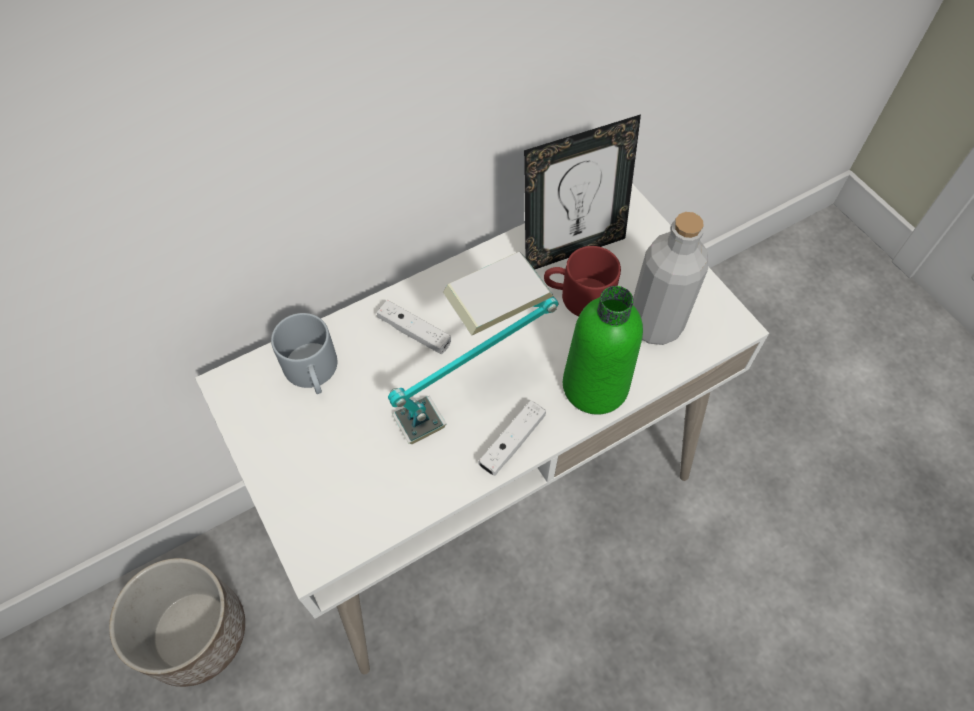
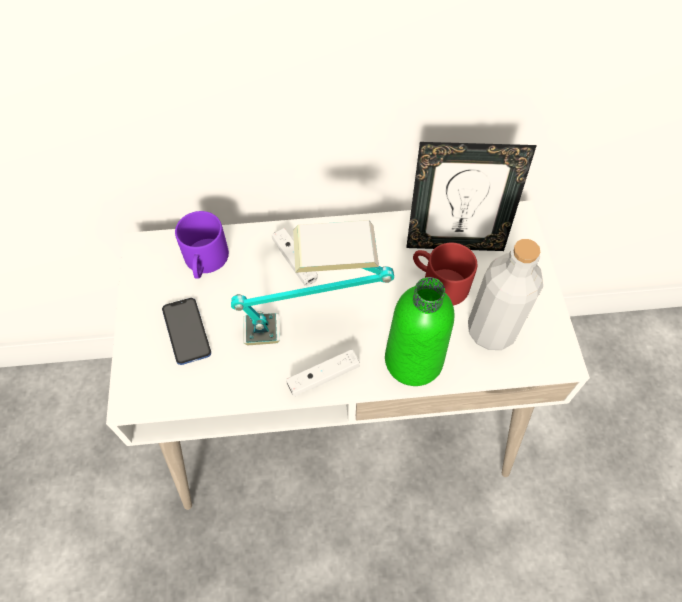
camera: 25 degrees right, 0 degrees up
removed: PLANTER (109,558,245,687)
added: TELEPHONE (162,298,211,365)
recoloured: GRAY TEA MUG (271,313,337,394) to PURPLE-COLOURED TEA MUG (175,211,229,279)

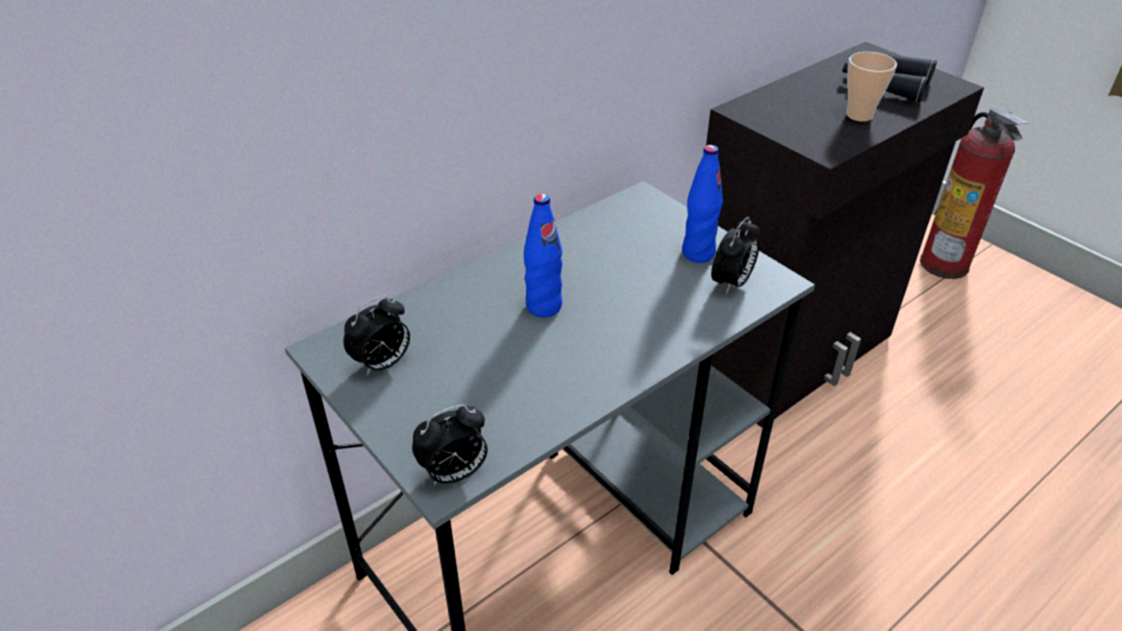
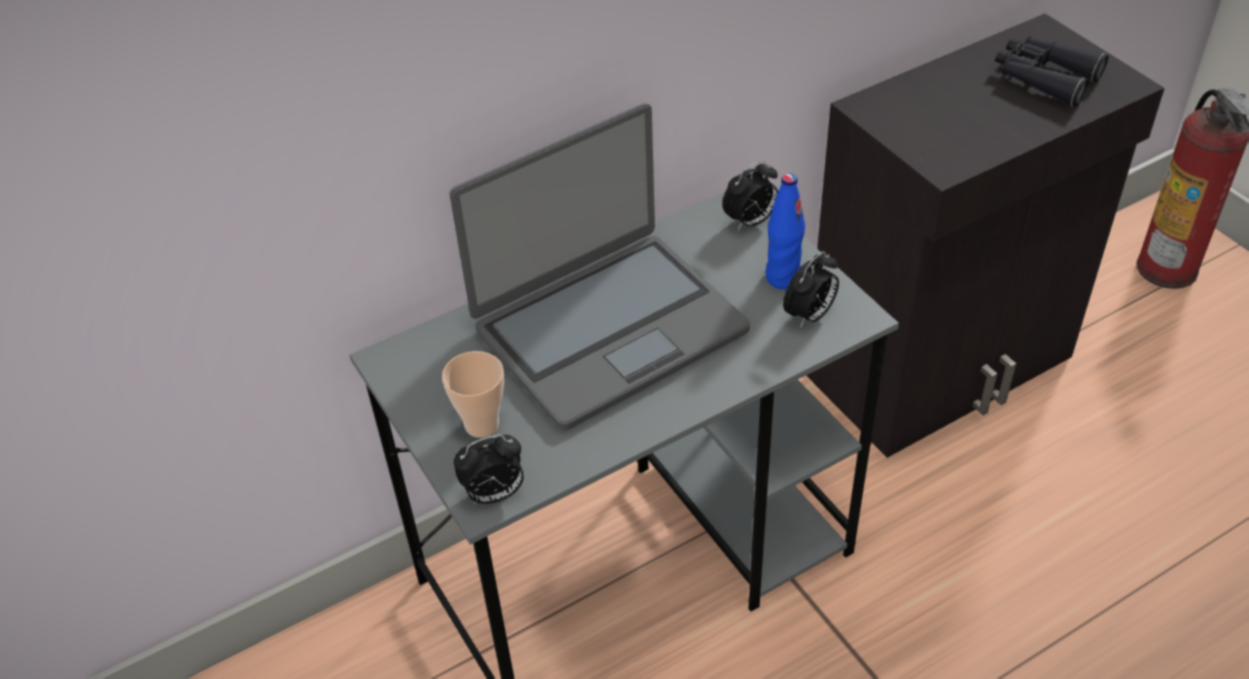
camera: 10 degrees right, 5 degrees up
moved: BEDSIDE CLOCK (343,295,410,375) to (722,161,778,231); SMALL CUP (847,52,897,122) to (442,351,504,438)
replaced: BLUE BEVERAGE BOTTLE (524,194,562,318) to NOTEBOOK COMPUTER (450,103,750,430)

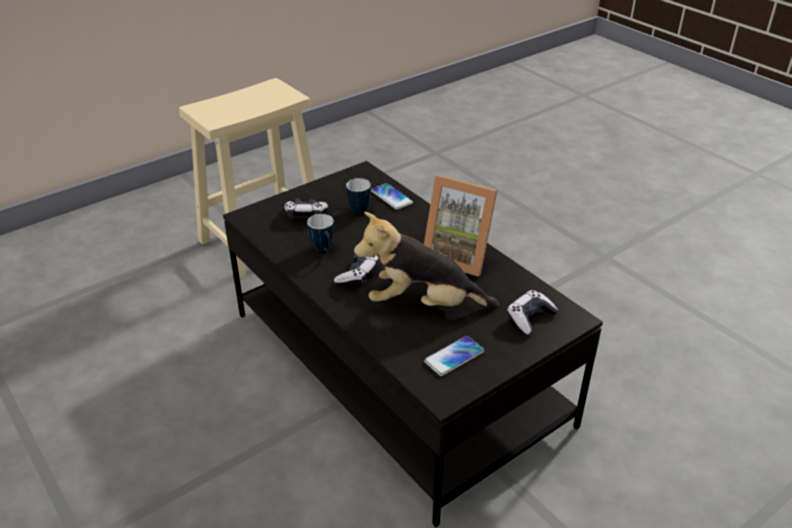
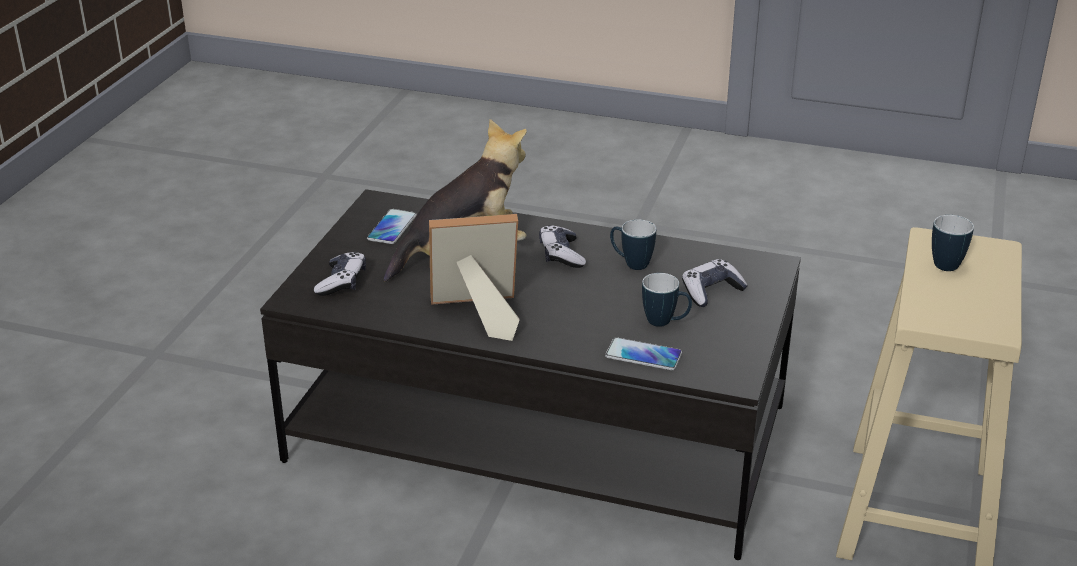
camera: 145 degrees right, 5 degrees down
added: TEA MUG (932,215,974,271)

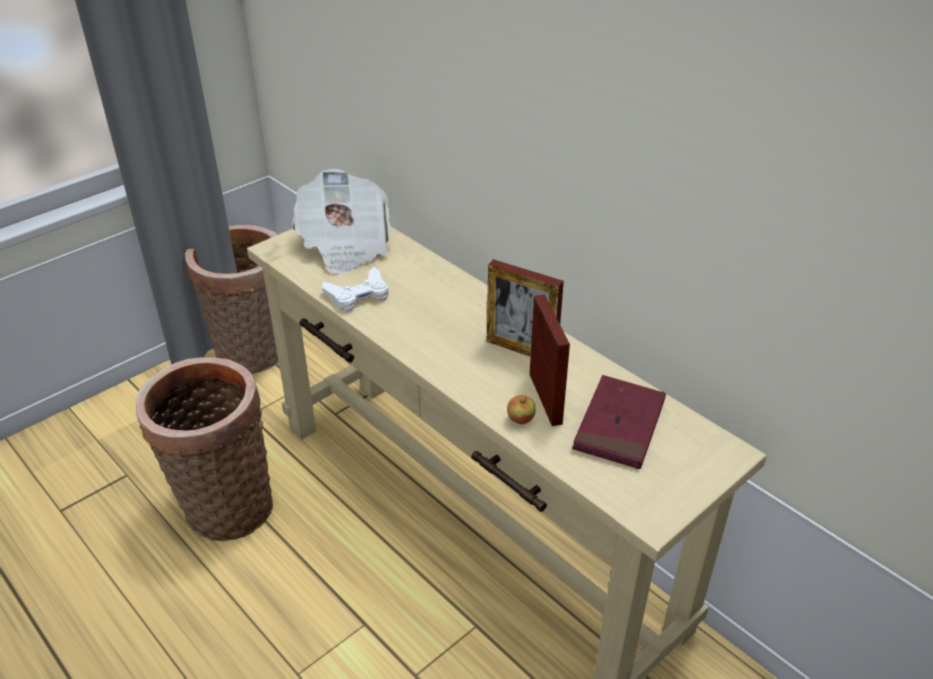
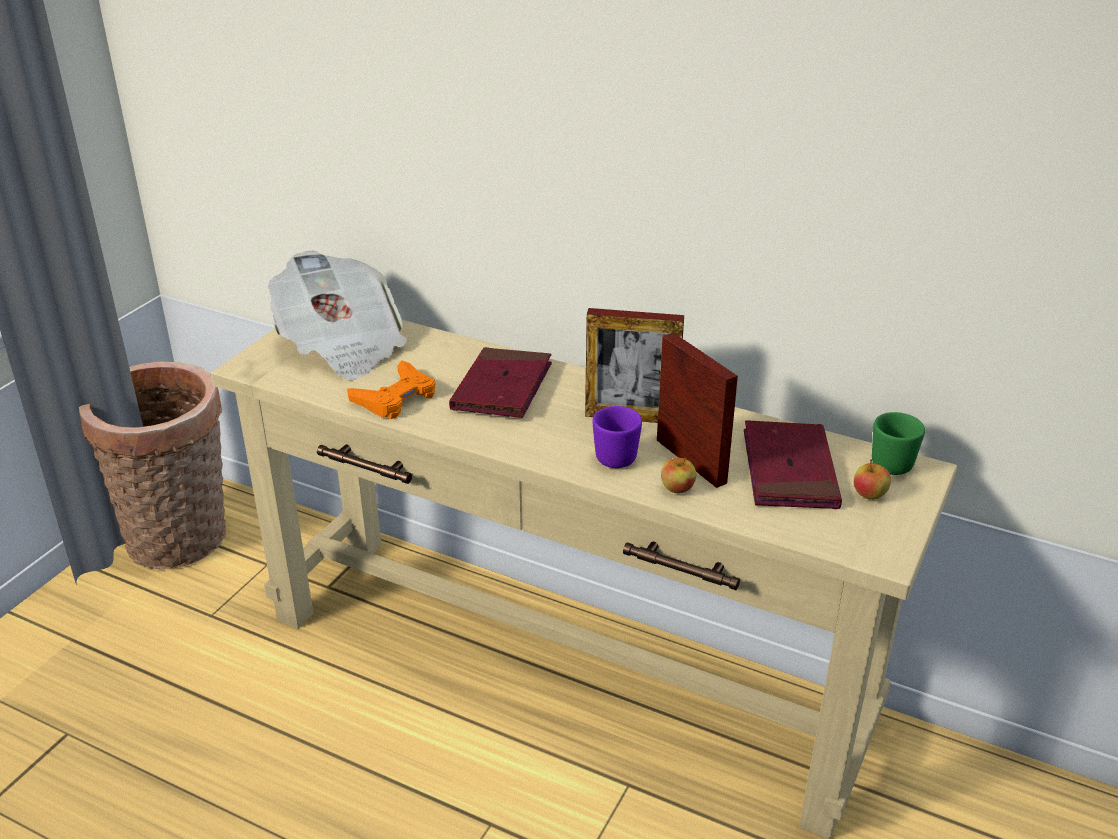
camera: 20 degrees left, 5 degrees down
removed: STORAGE BASKET (136,357,273,542)
added: RED-COLOURED BOUND BOOK (449,347,552,418); PURPLE-COLOURED TEA MUG (592,406,642,468); WHOLE APPLE (854,459,891,500); GREEN-COLOURED TEA MUG (872,412,925,475)
recoloured: WHITE-COLOURED JOYPAD (322,267,388,312) to ORANGE-COLOURED JOYPAD (347,360,436,419)

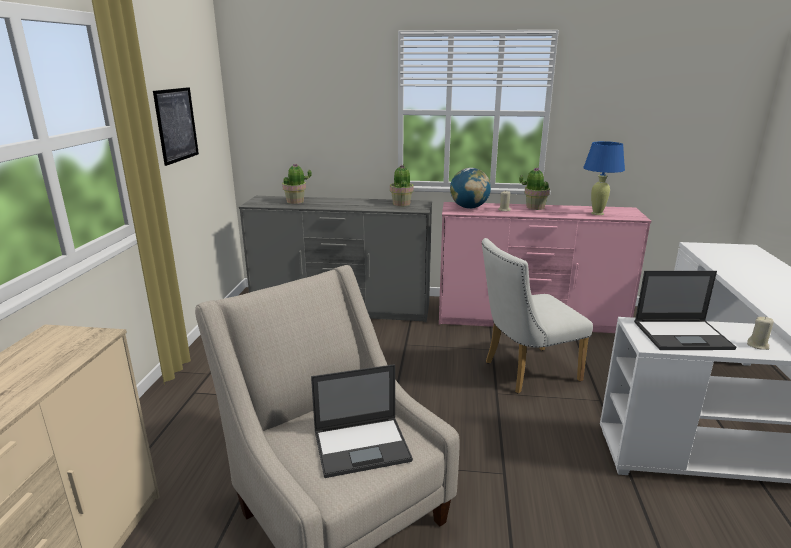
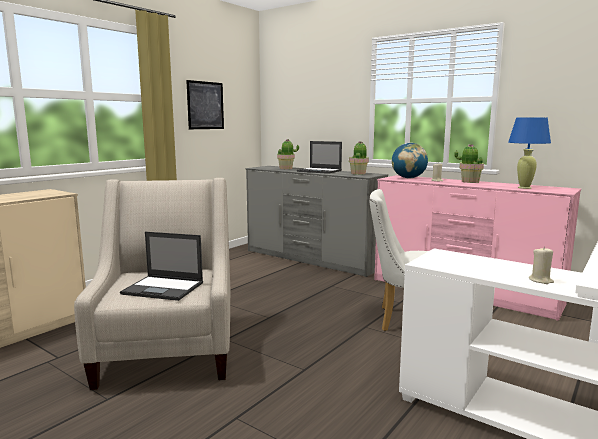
camera: 30 degrees right, 10 degrees down
moved: NOTEBOOK COMPUTER (634,271,736,350) to (297,141,342,174)

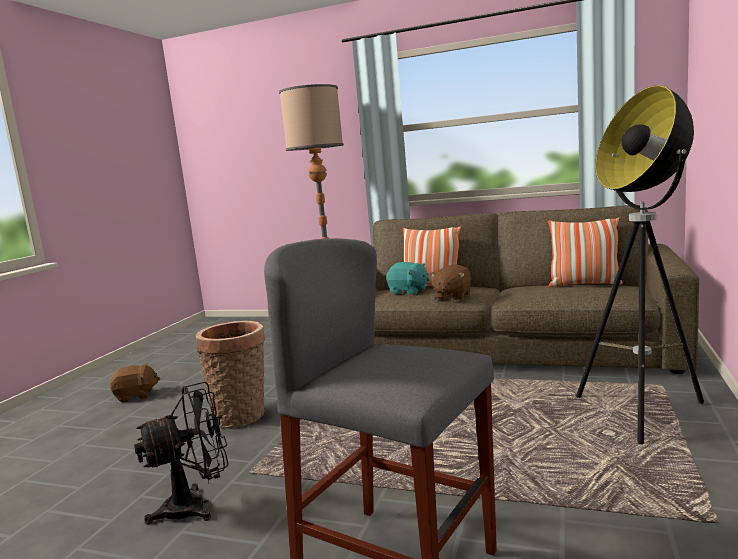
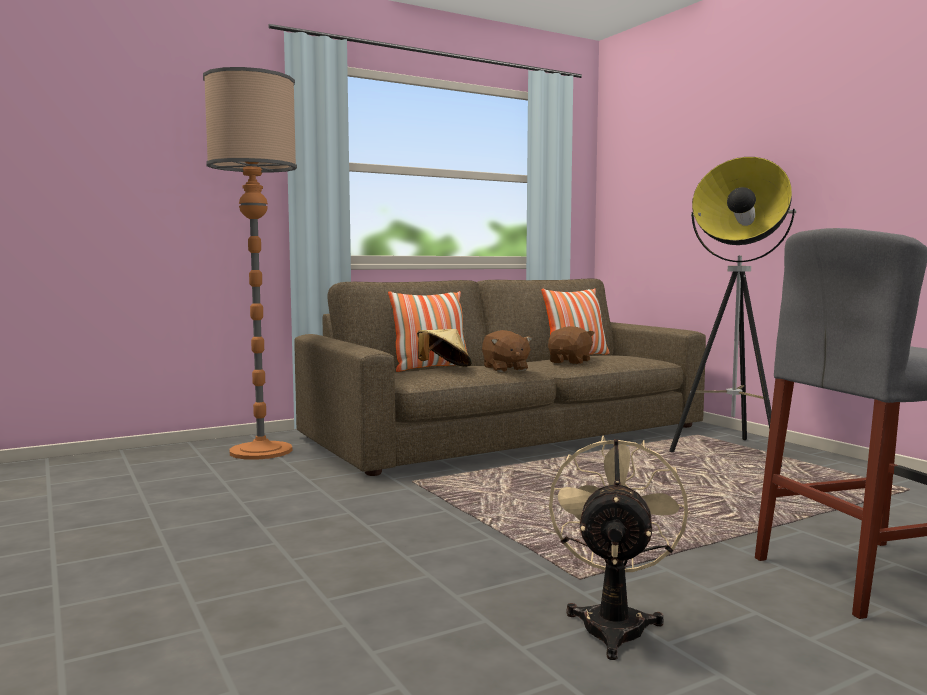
camera: 50 degrees left, 5 degrees down
removed: STORAGE BASKET (196,321,265,428)
moved: BROWN CUDDLY TOY (110,363,160,403) to (548,326,595,364)
replaced: BLUE-GREEN CUDDLY TOY (386,262,430,295) to SAND-COLOURED WEARABLE HAT (417,329,472,367)
recoloured: BLACKISH ELECTRIC FAN (134,382,228,525) to SAND-COLOURED ELECTRIC FAN (549,436,688,660)

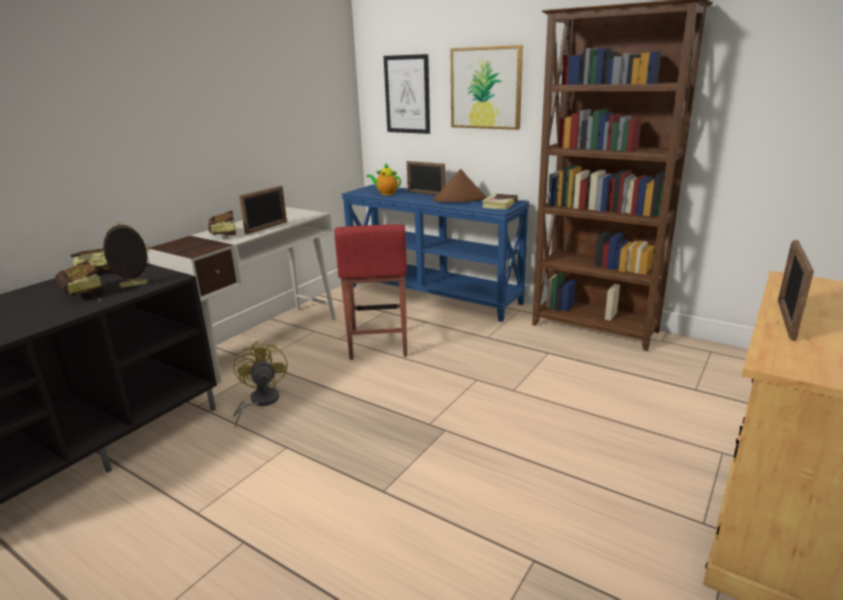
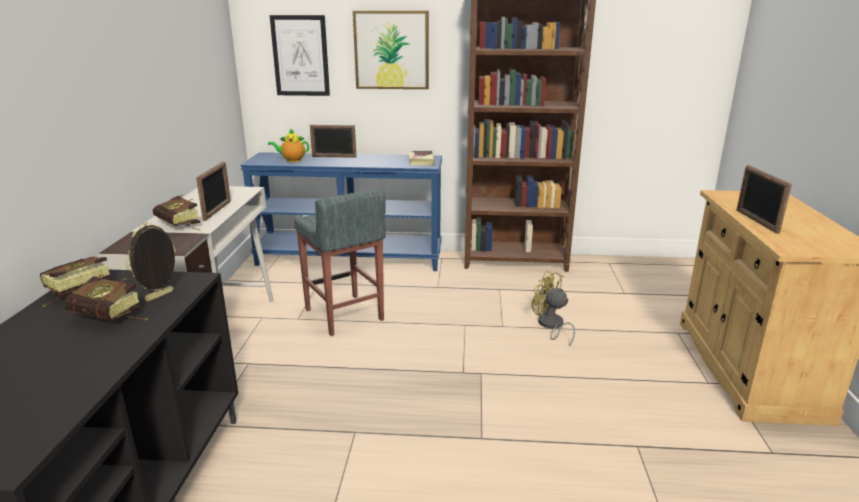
camera: 30 degrees left, 0 degrees up
removed: BROWN WEARABLE HAT (433,169,487,202)
moved: YELLOW-COLOURED ELECTRIC FAN (233,341,287,428) to (531,271,575,347)
recoloured: RED-COLOURED SITTING STOOL (334,224,407,360) to GRAY SITTING STOOL (294,189,386,336)

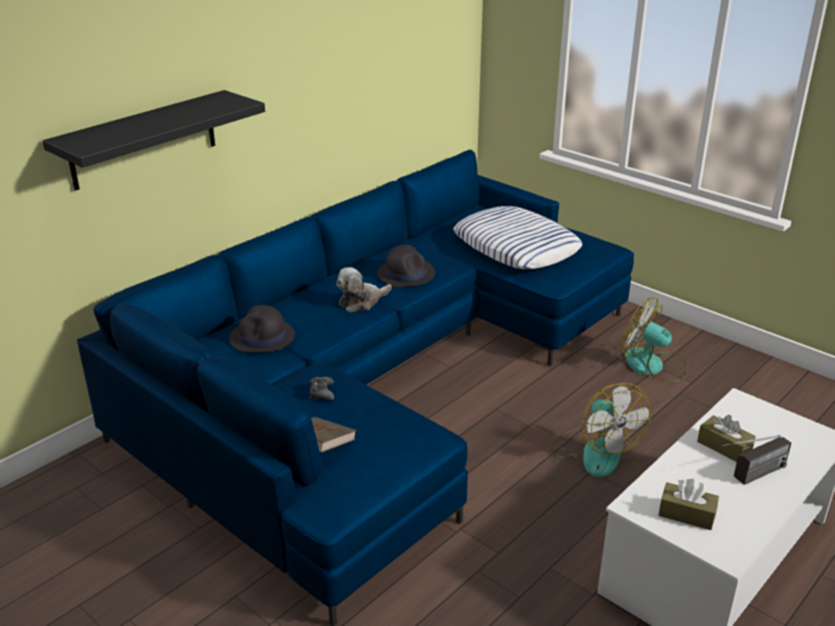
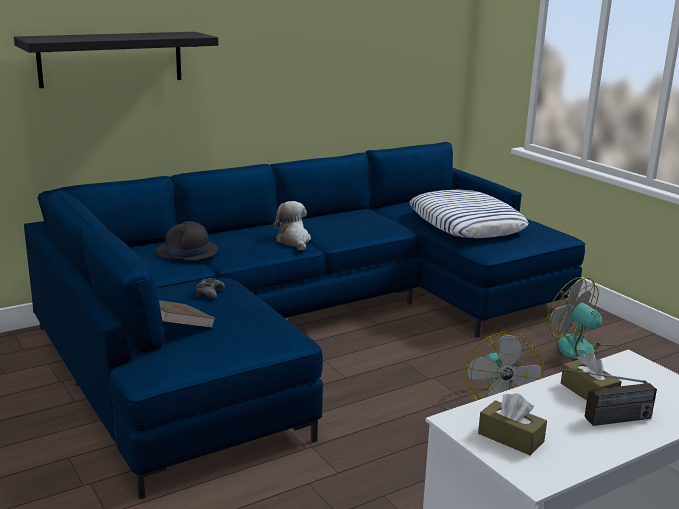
camera: 15 degrees right, 10 degrees down
removed: BLACKISH WEARABLE HAT (377,245,435,287)
turned: CUDDLY TOY (336,267,392,312) = (273,201,311,250) 90 degrees clockwise

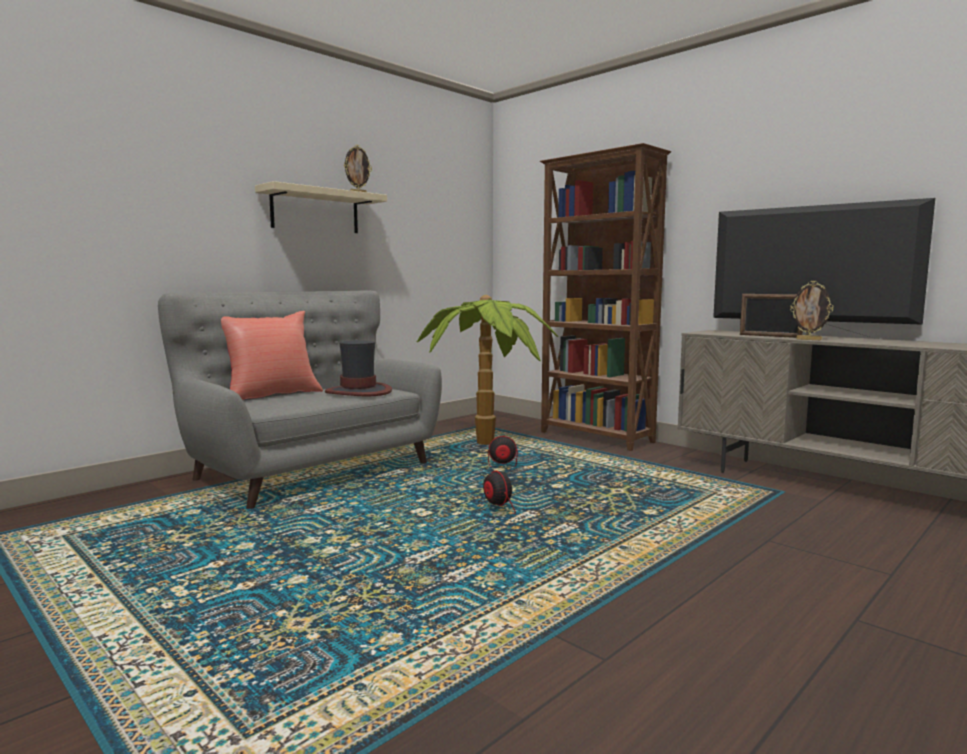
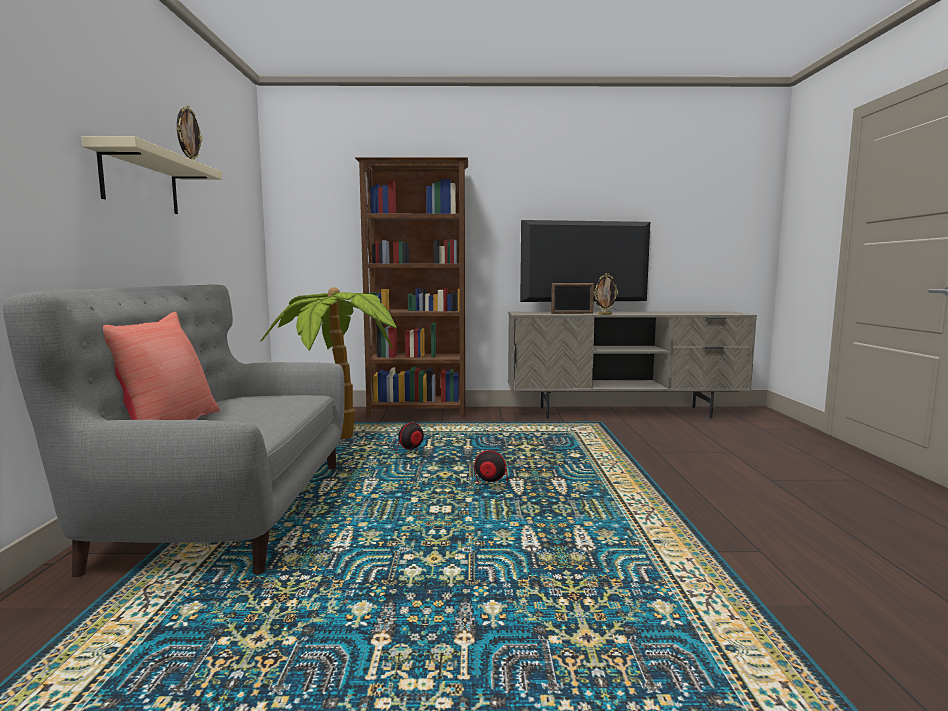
camera: 45 degrees left, 0 degrees up
removed: WEARABLE HAT (325,340,392,396)

